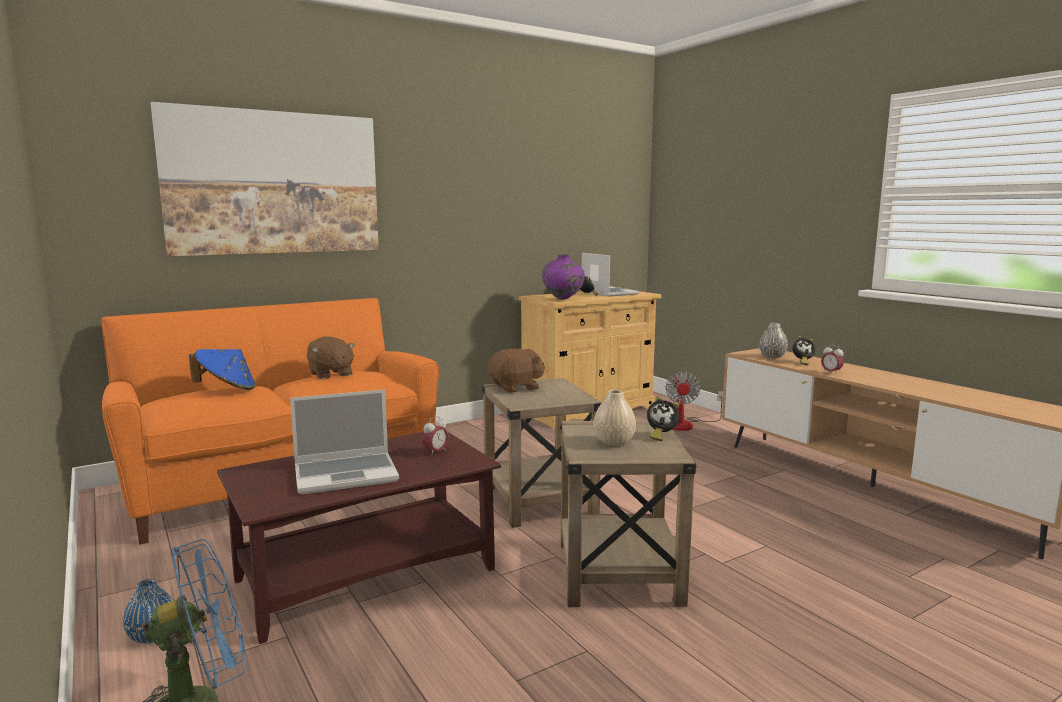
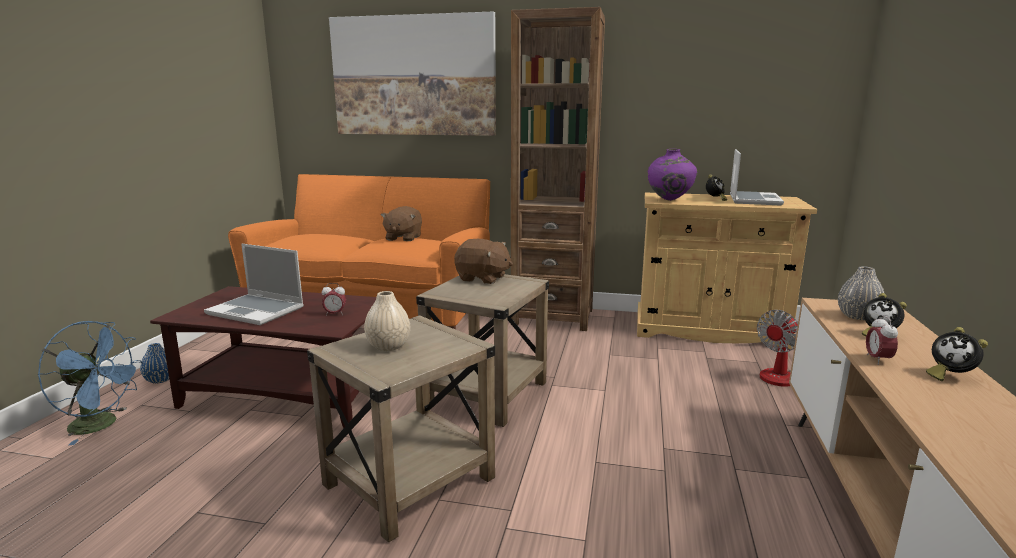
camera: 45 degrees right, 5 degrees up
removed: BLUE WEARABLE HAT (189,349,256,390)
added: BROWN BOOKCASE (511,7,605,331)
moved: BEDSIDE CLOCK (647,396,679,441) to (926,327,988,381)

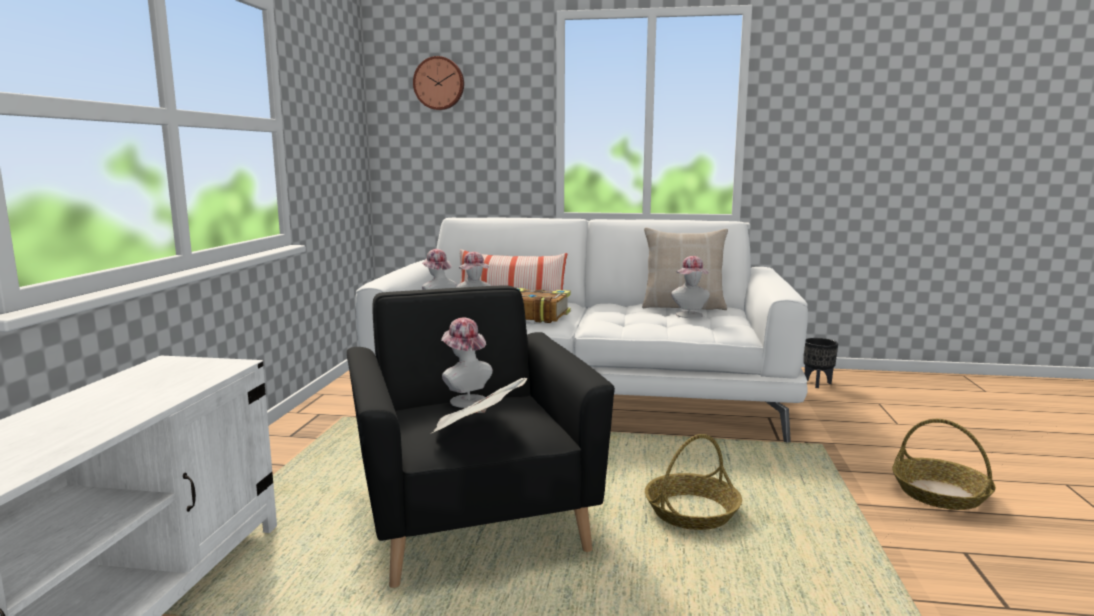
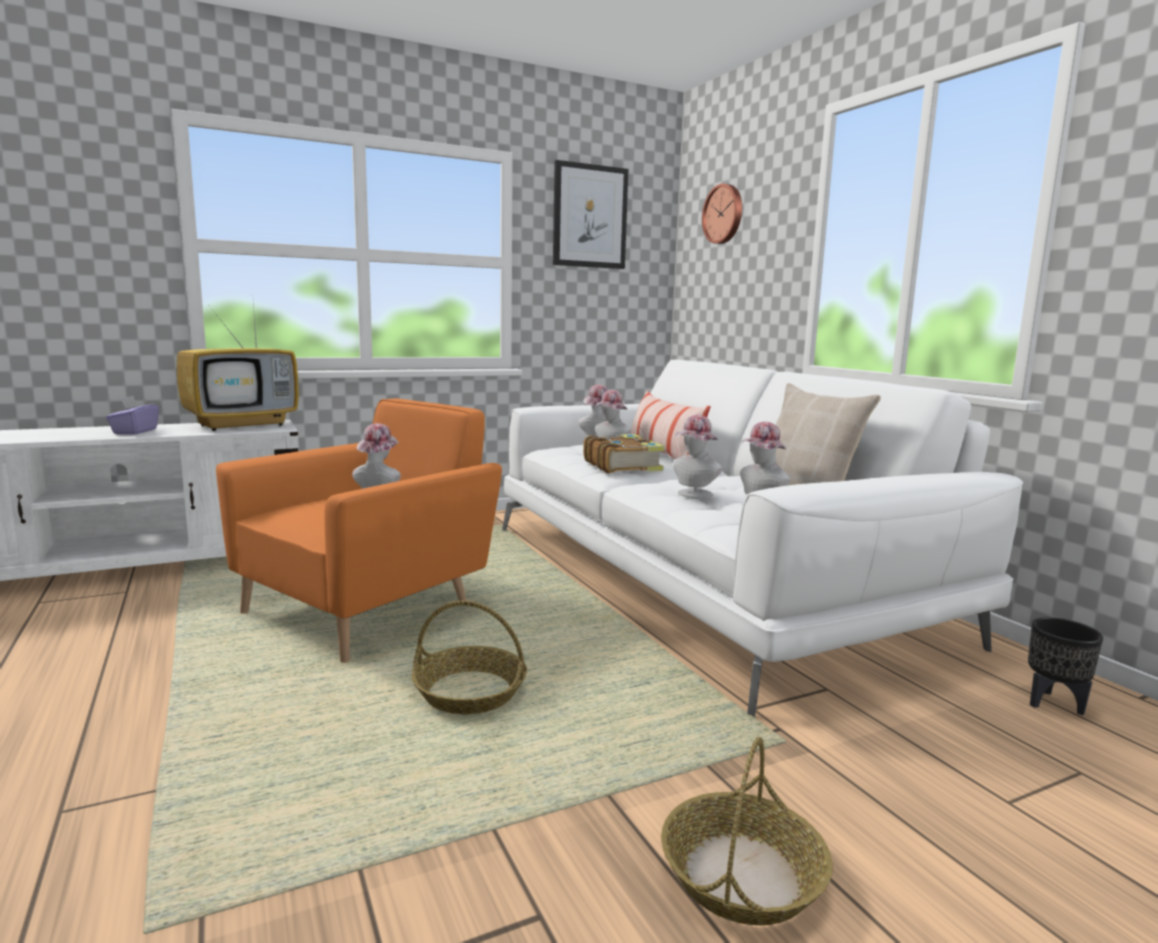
camera: 55 degrees right, 0 degrees up
removed: NEWSPAPER (430,378,527,434)
added: PURPLE-COLOURED BOX OF TISSUES (106,396,159,435); TV (176,303,299,431); WALL ART (553,160,628,269); WEARABLE HAT (673,415,722,498)
recoloured: BLACKISH EASY CHAIR (347,285,615,588) to ORANGE-COLOURED EASY CHAIR (216,398,502,663)

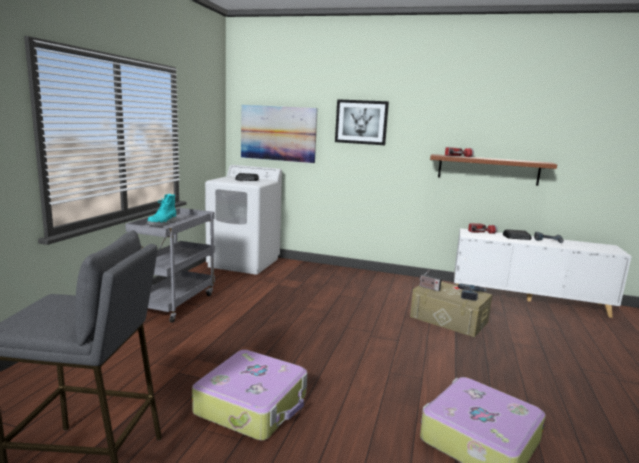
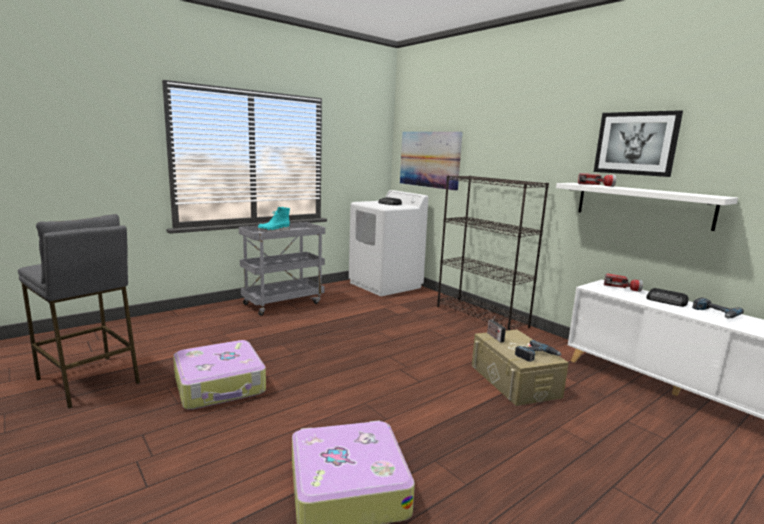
camera: 35 degrees right, 0 degrees up
added: BLACKISH BOOKCASE (437,176,549,330)
moved: WALL ART (335,99,389,145) to (594,110,683,177)
recoloured: BROWN BRACKET SHELF (430,154,557,186) to WHITE-COLOURED BRACKET SHELF (556,183,738,231)

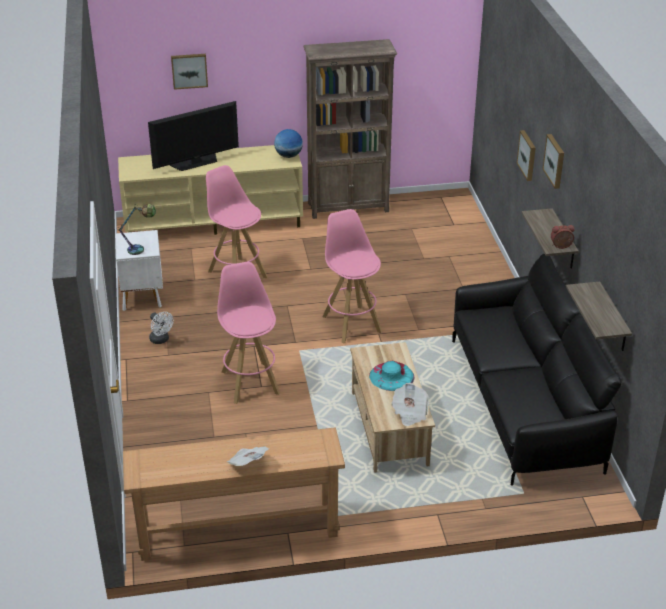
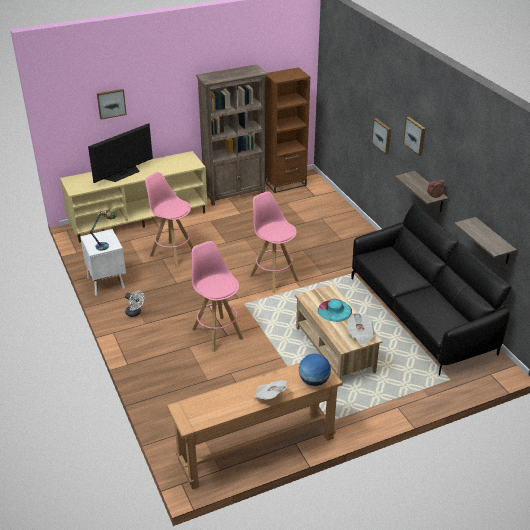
camera: 15 degrees left, 0 degrees up
added: BROWN BOOKCASE (265,67,310,193)
moved: WORLD GLOBE (274,129,303,158) to (299,354,331,386)

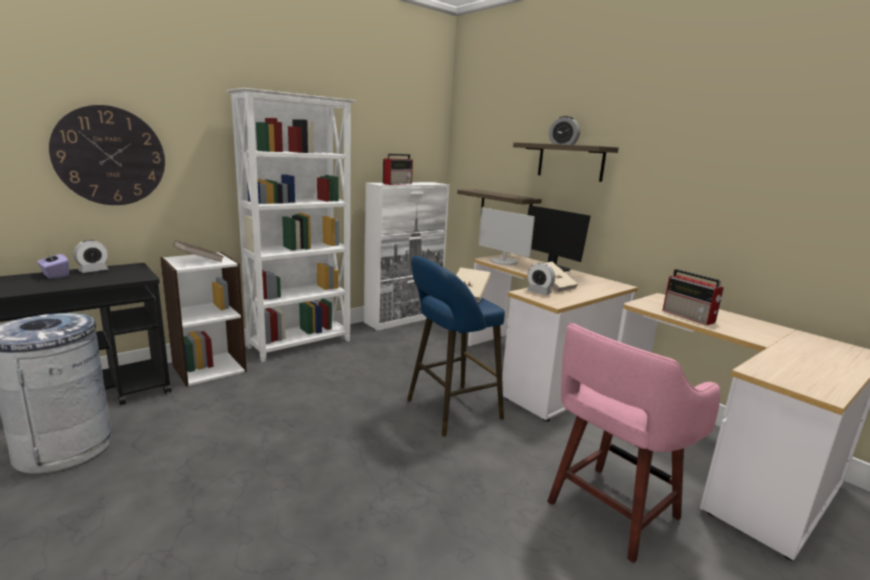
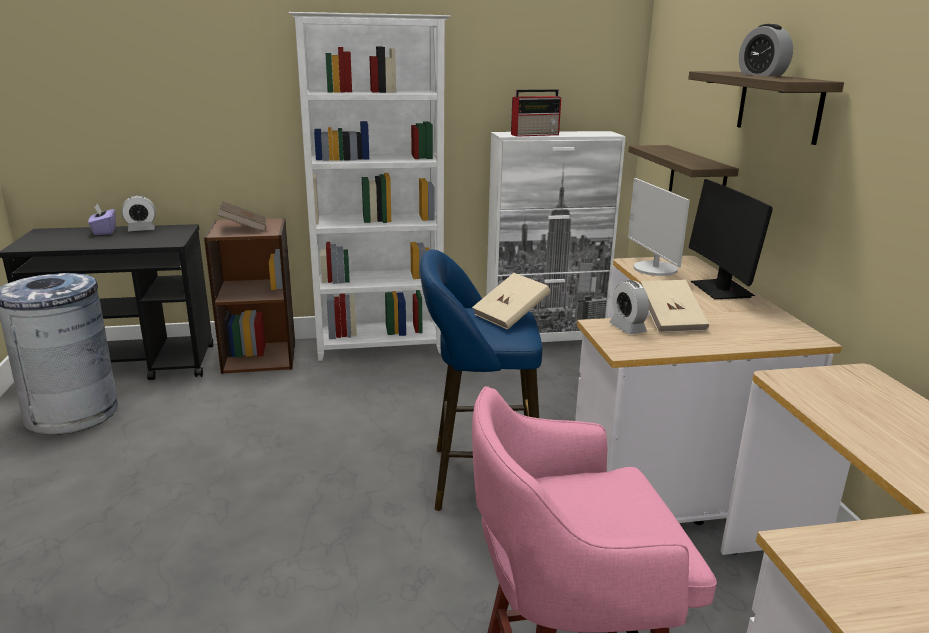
camera: 30 degrees right, 5 degrees up
removed: WALL CLOCK (49,105,165,205); RADIO SET (663,269,724,325)
recoloured: WHITE-COLOURED BOOKCASE (160,252,247,387) to BROWN BOOKCASE (204,218,295,374)

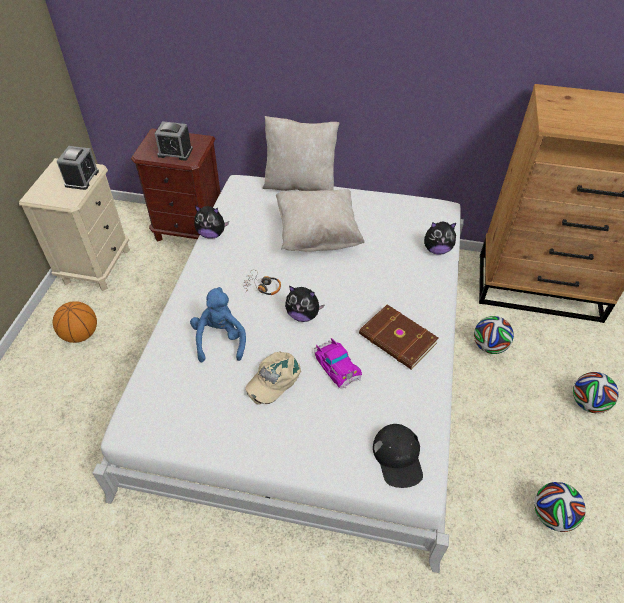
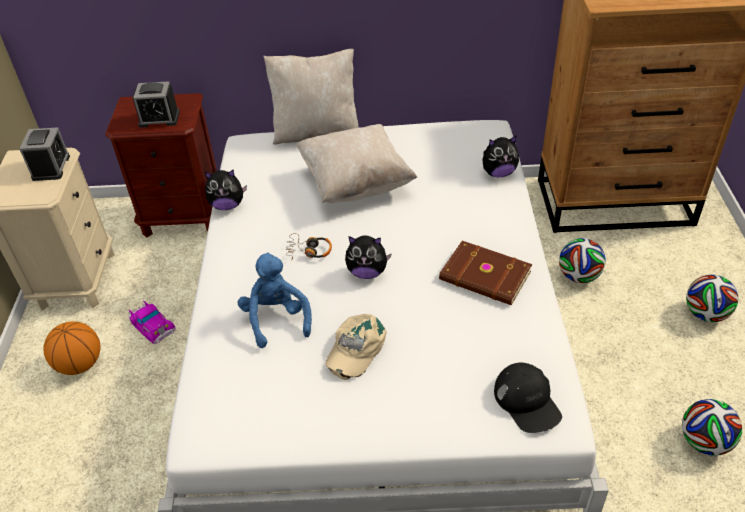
camera: 10 degrees left, 5 degrees down
moved: TOY CAR (314,338,362,388) to (128,300,176,344)

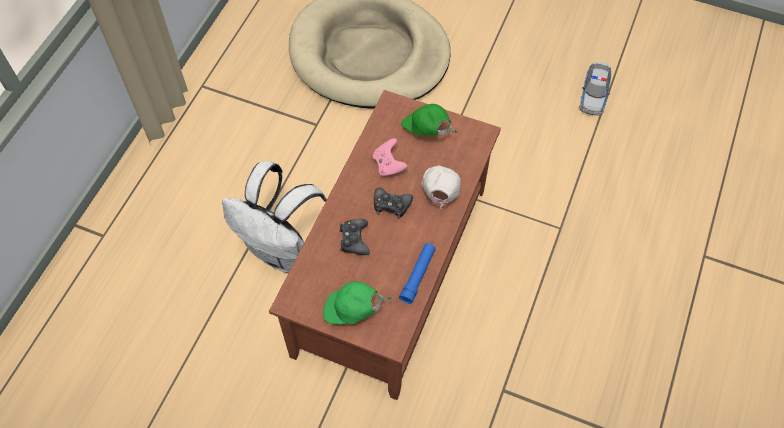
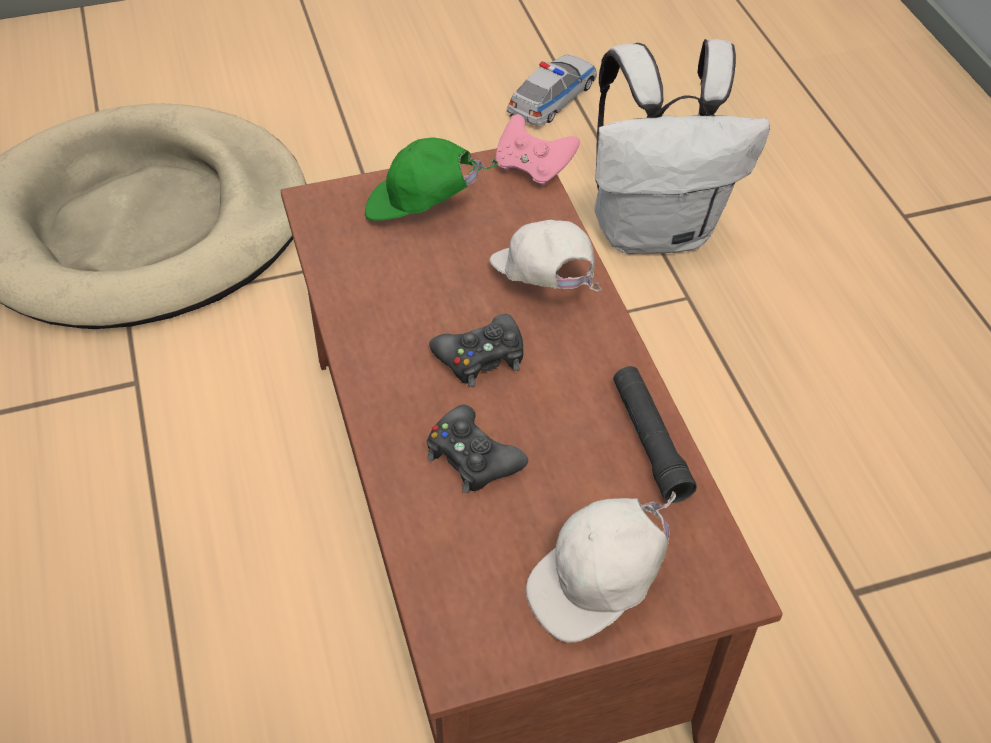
camera: 40 degrees left, 10 degrees down
moved: WHITE-COLOURED RUCKSACK (222,161,327,273) to (595,39,770,255); PINK JOYPAD (373,138,408,176) to (496,114,580,187)
recoloured: GREEN-COLOURED CAP (323,281,391,324) to WHITE-COLOURED CAP (526,491,676,643); BLUE TORCH (399,243,436,304) to BLACKISH TORCH (613,366,697,503)
turned: TOY CAR (580,62,611,116) = (506,55,597,126) 120 degrees counterclockwise

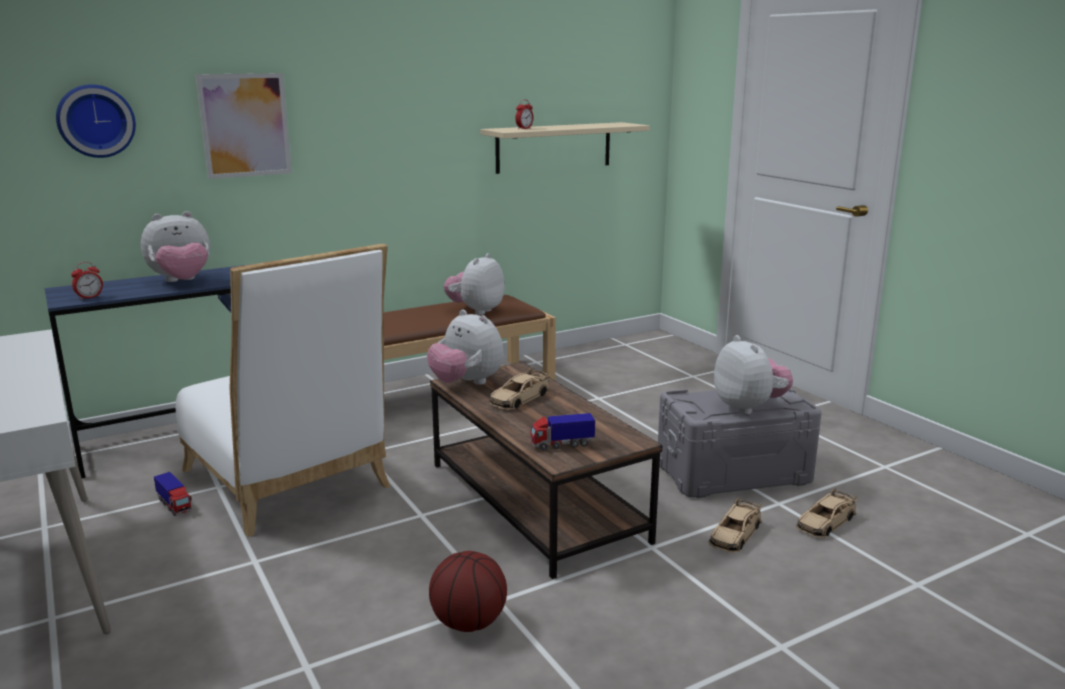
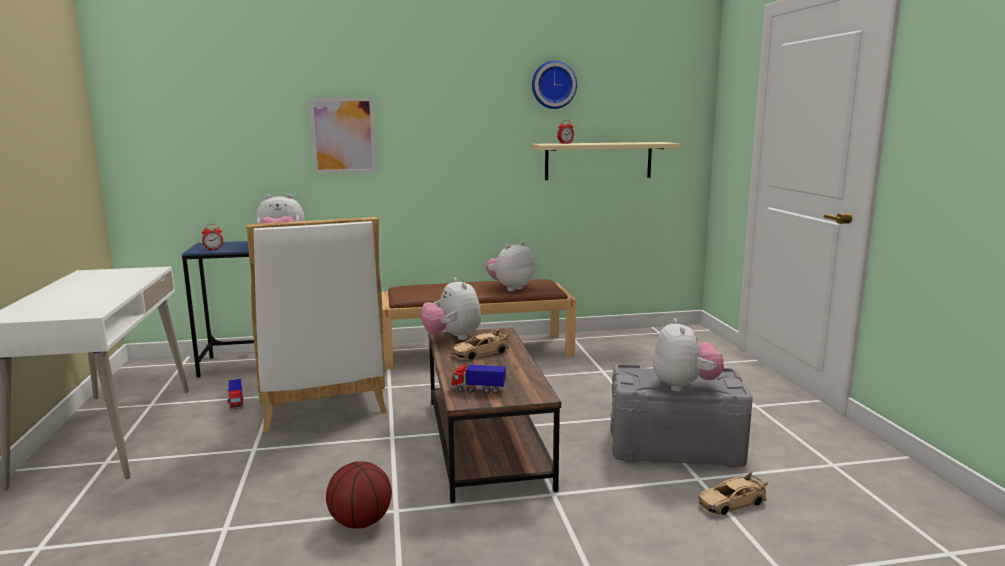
camera: 20 degrees right, 5 degrees down
removed: SAND-COLOURED TOY CAR (709,497,762,553)
moved: WALL CLOCK (56,84,136,158) to (532,61,577,109)

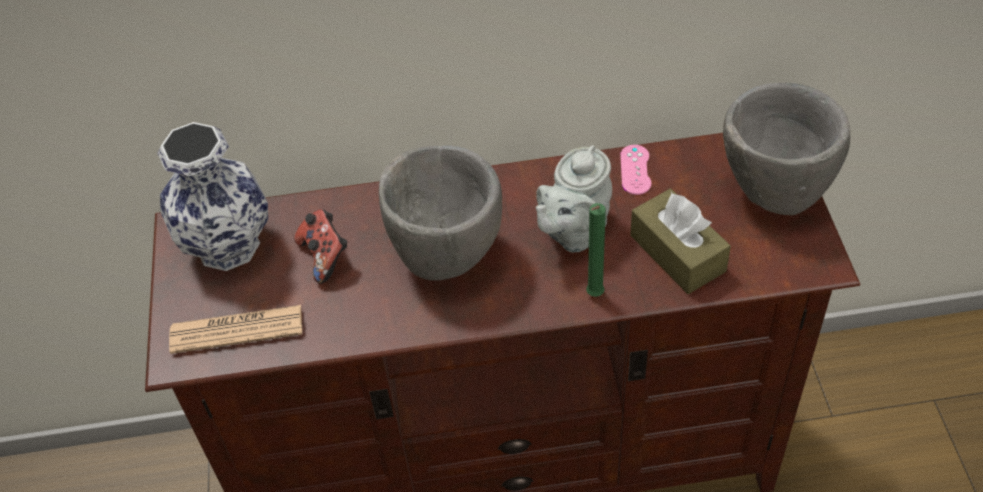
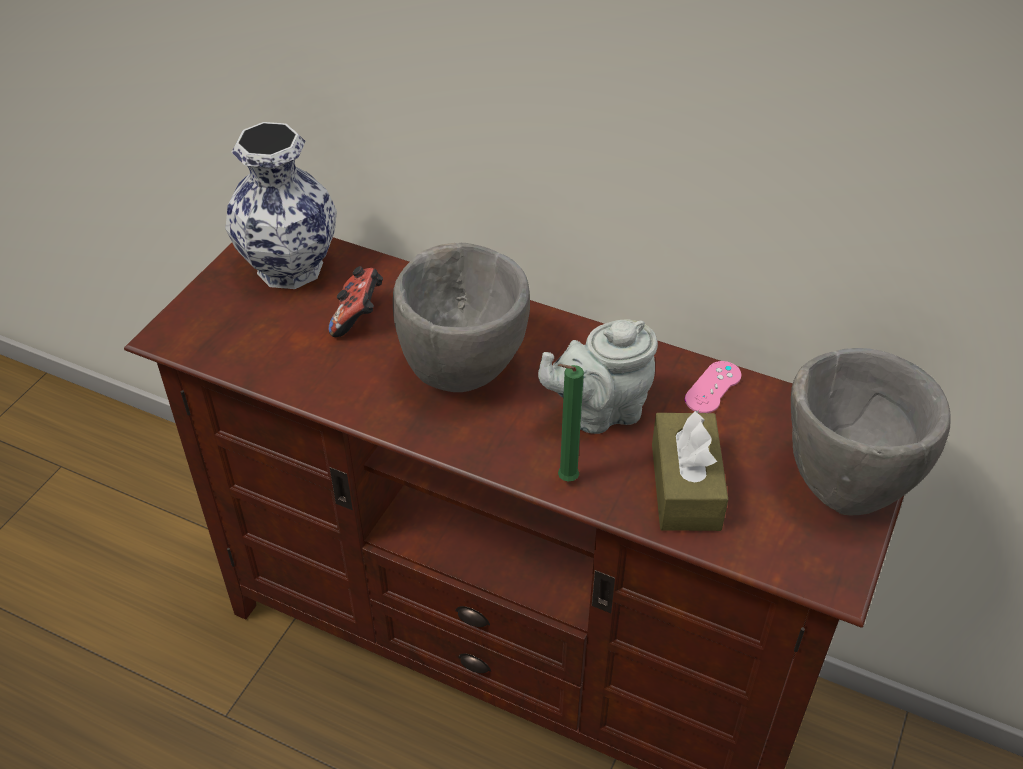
camera: 30 degrees right, 5 degrees down
removed: NEWSPAPER (169,305,302,354)

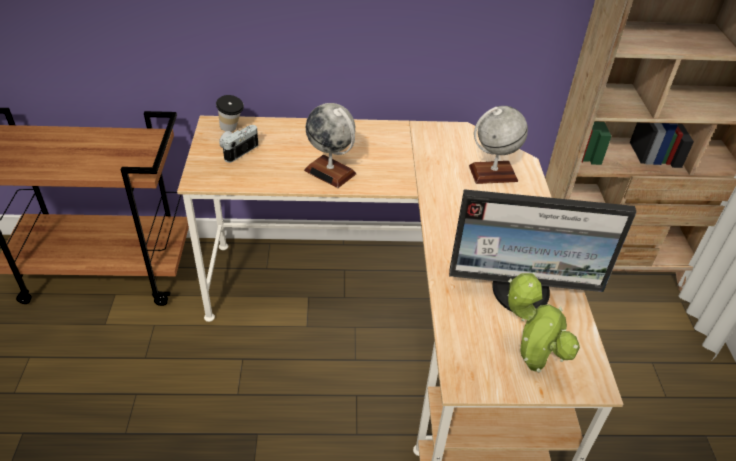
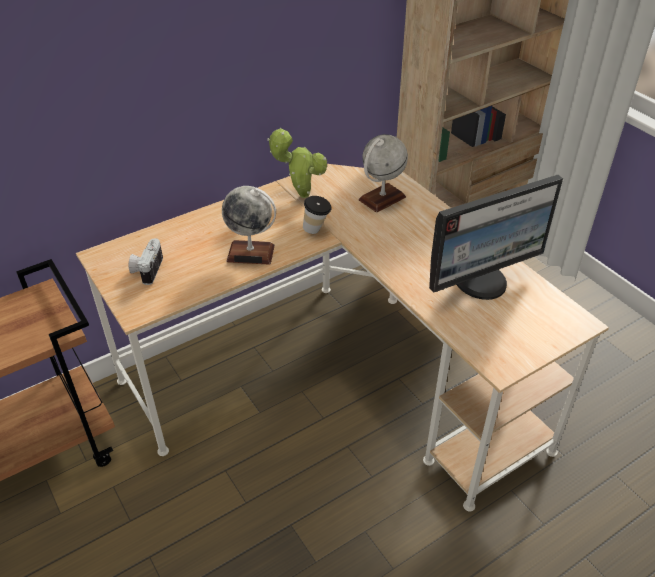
camera: 30 degrees left, 0 degrees up
moved: SMALL CUP (216,95,244,132) to (303,196,332,234); HOUSEPLANT (507,273,580,372) to (267,128,327,198)

